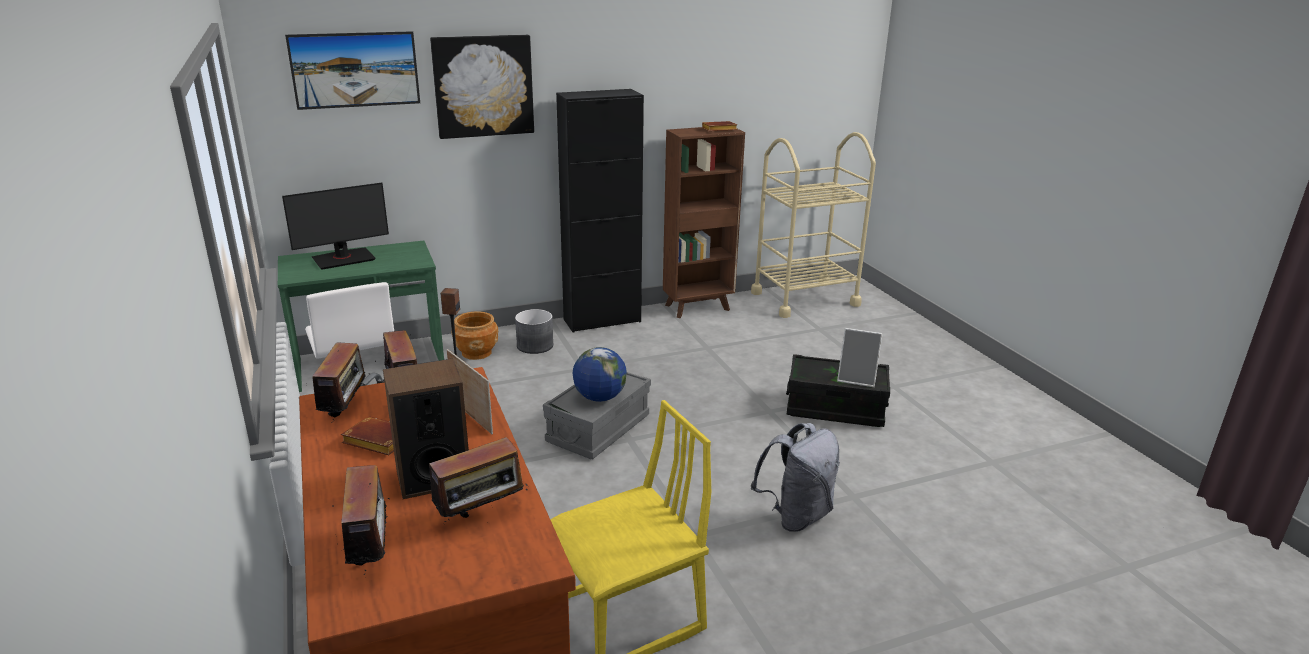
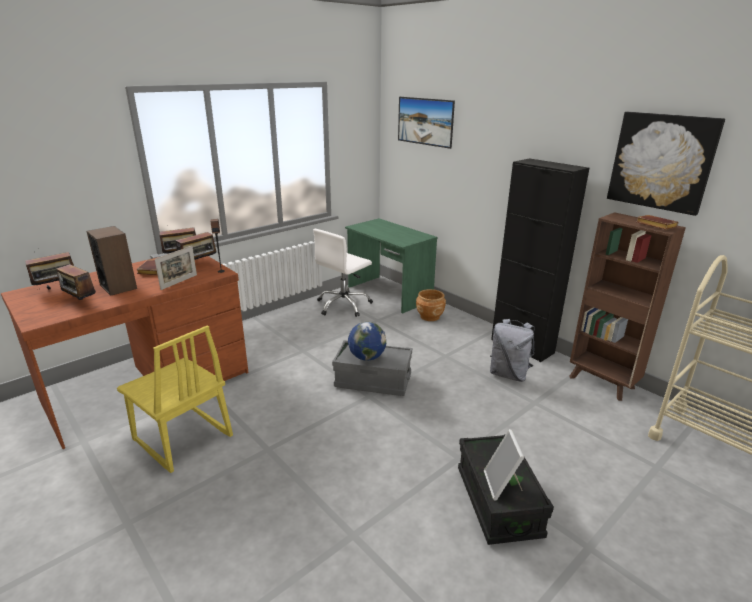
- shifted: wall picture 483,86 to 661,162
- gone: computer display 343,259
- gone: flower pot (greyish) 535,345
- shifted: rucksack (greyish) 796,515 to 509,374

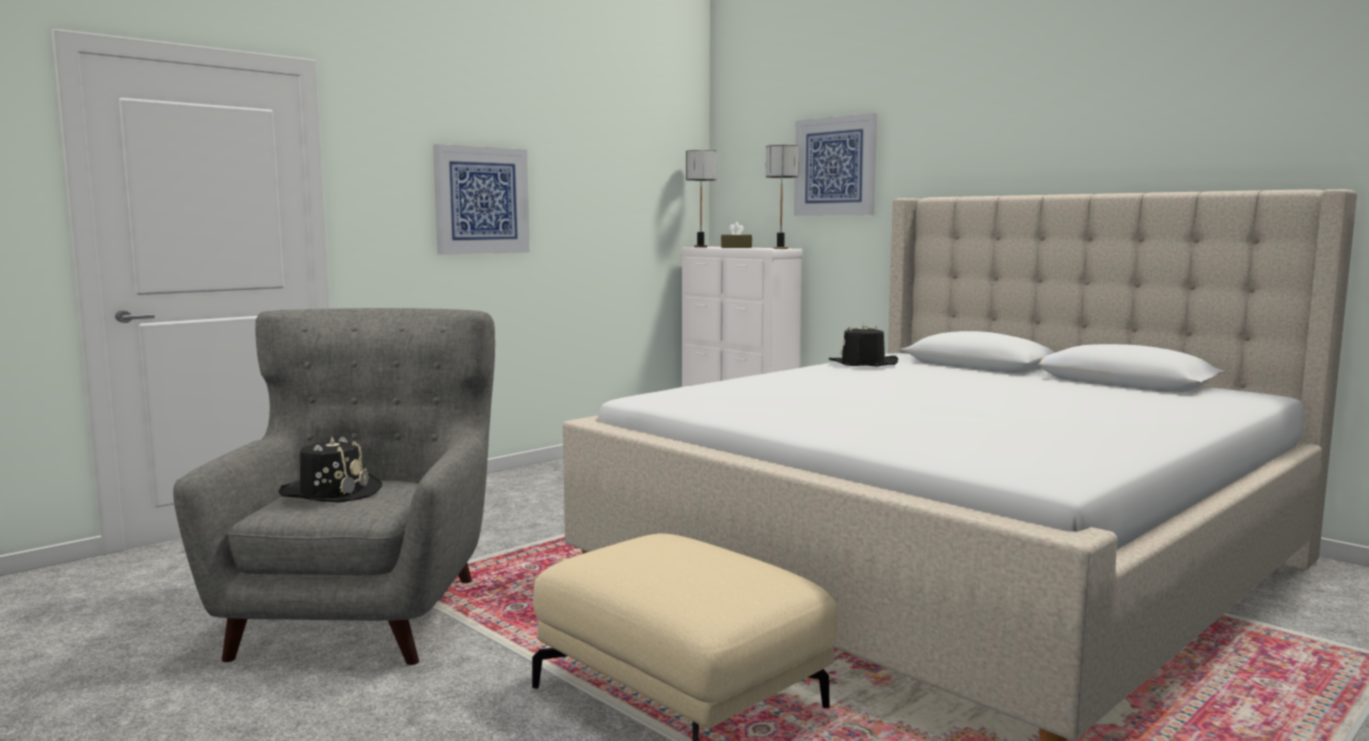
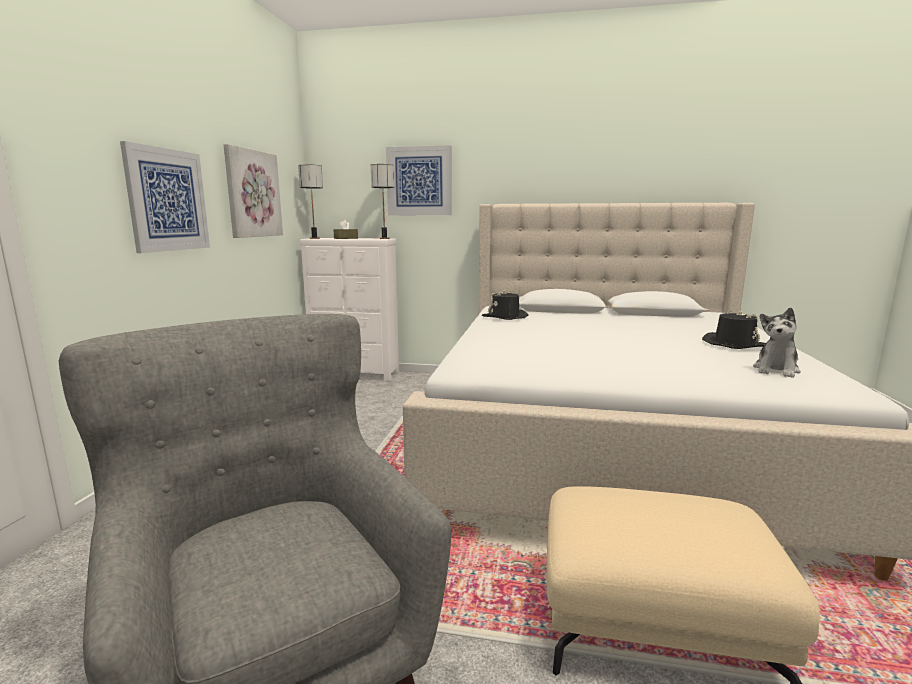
- shifted: clothing hat (black-coloured) 331,492 to 733,344
- new: wall picture 252,194
- new: soft toy 776,370

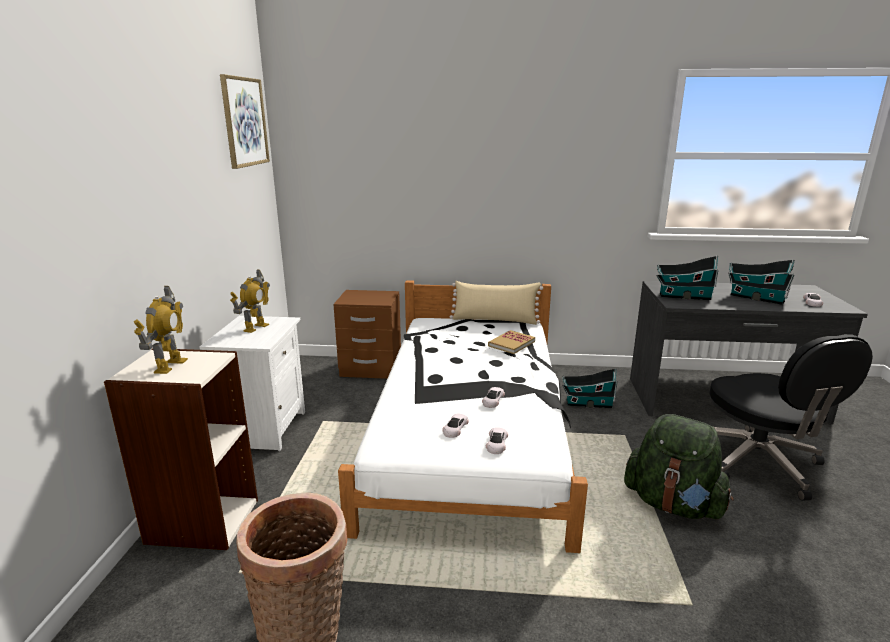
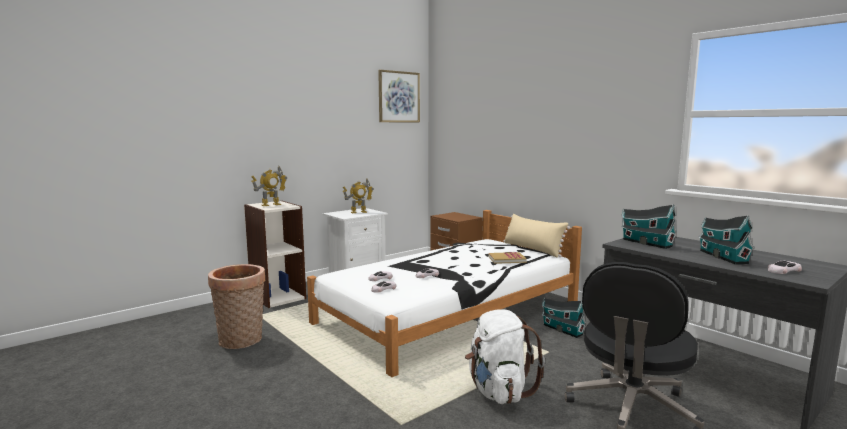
- repainted: rucksack (green) 672,504 to rucksack (whitish) 498,391

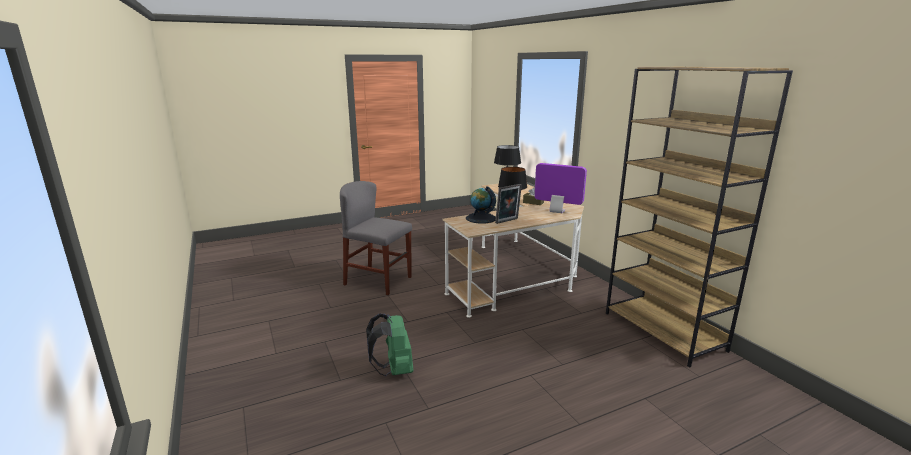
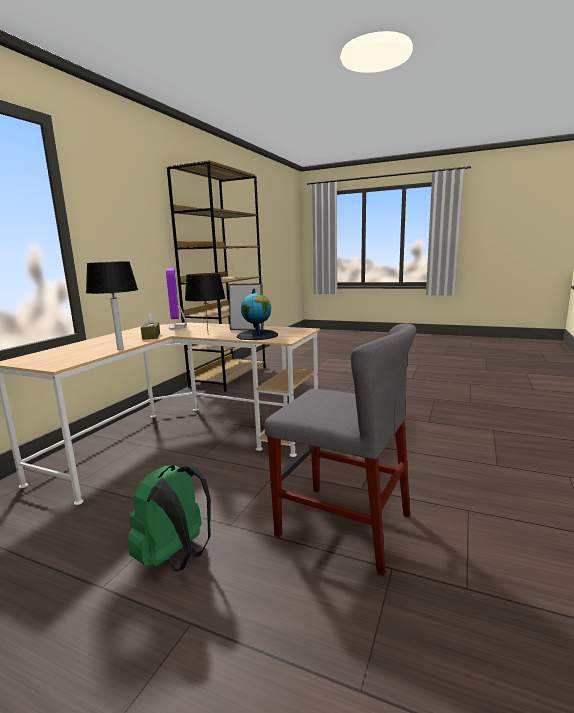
- rotated: plain chair (greyish) 378,281 = 343,525 45 degrees counterclockwise
- shifted: rucksack (green) 394,370 to 176,557

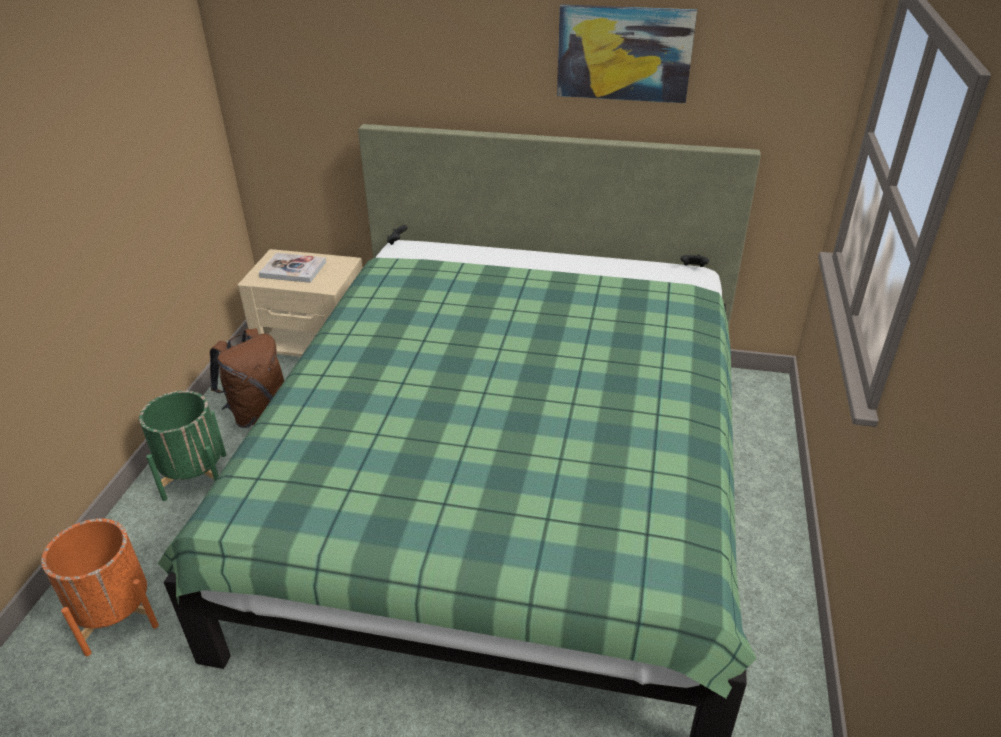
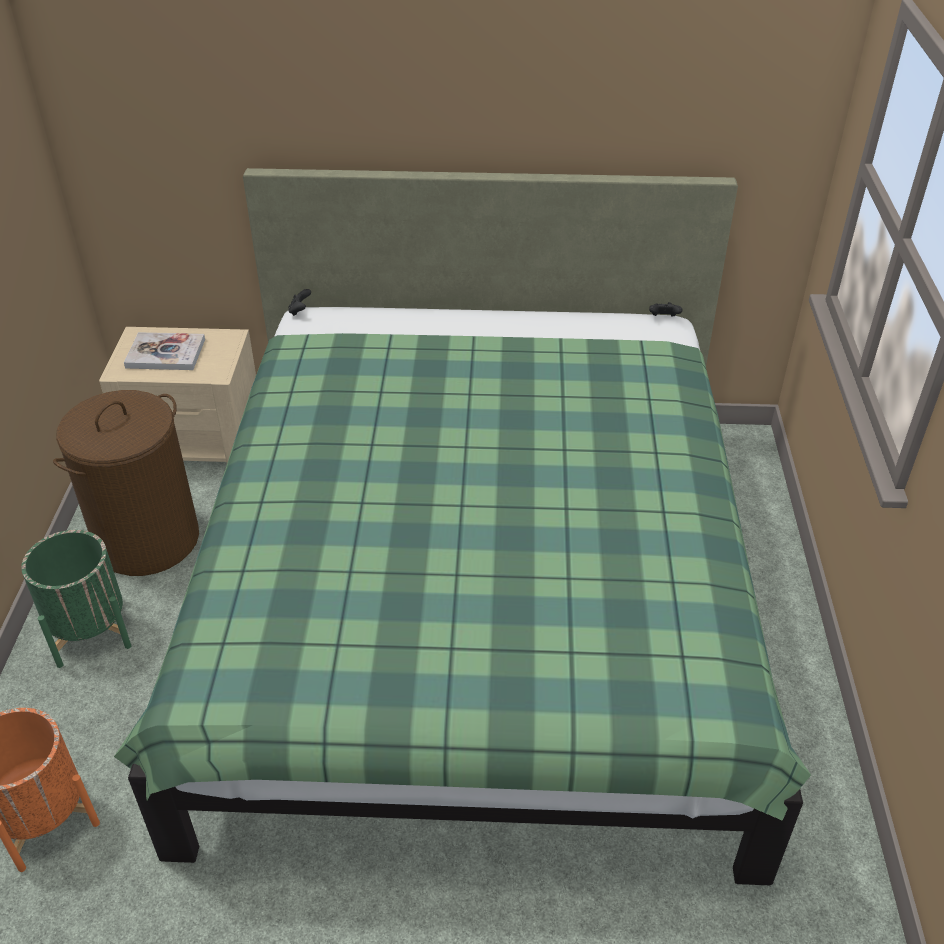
- gone: wall picture 624,53
- swapped: rucksack (brown) 258,412 to hamper (brown) 147,539

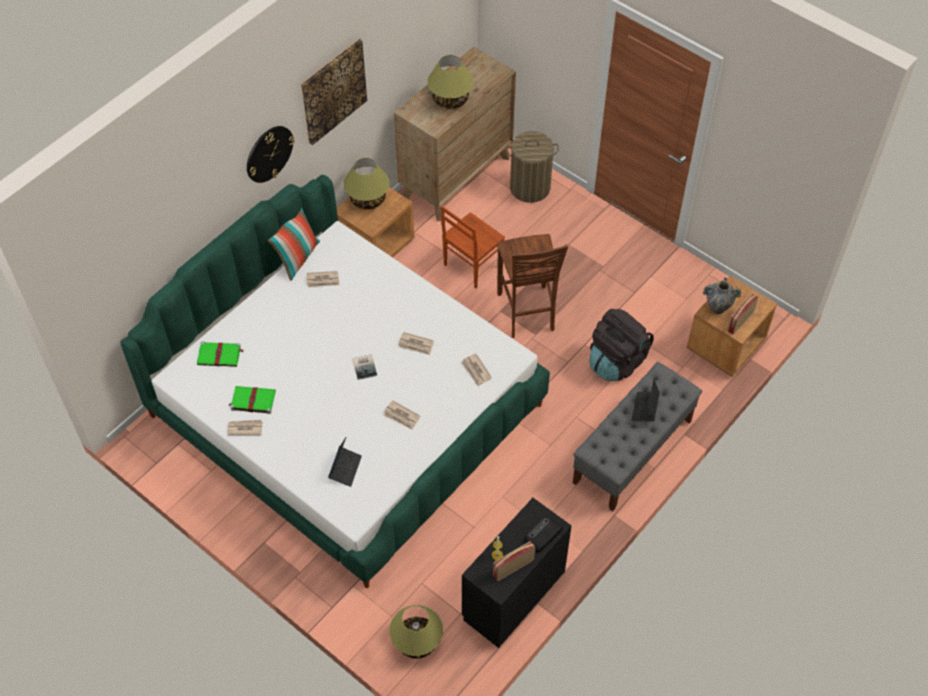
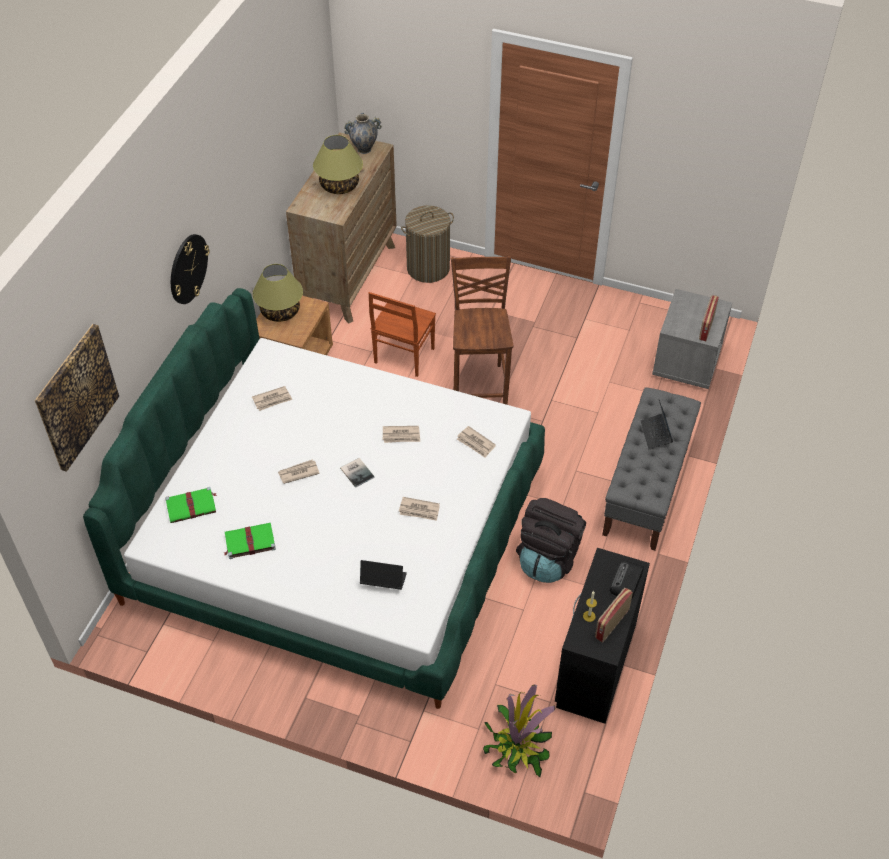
- shifted: wall picture 333,91 to 76,397
- gone: cushion 297,257
- rotated: plain chair (brown) 526,313 = 479,386 150 degrees counterclockwise
- repainted: night table (brown) 725,345 to night table (greyish) 687,362
- shifted: decorative vase 717,308 to 364,149
- shifted: rucksack (black-coloured) 616,361 to 548,558
- shifted: daily paper 245,428 to 298,472
- rotated: laptop 345,468 = 383,581 75 degrees counterclockwise
- swapped: table lamp 416,641 to houseplant 517,746

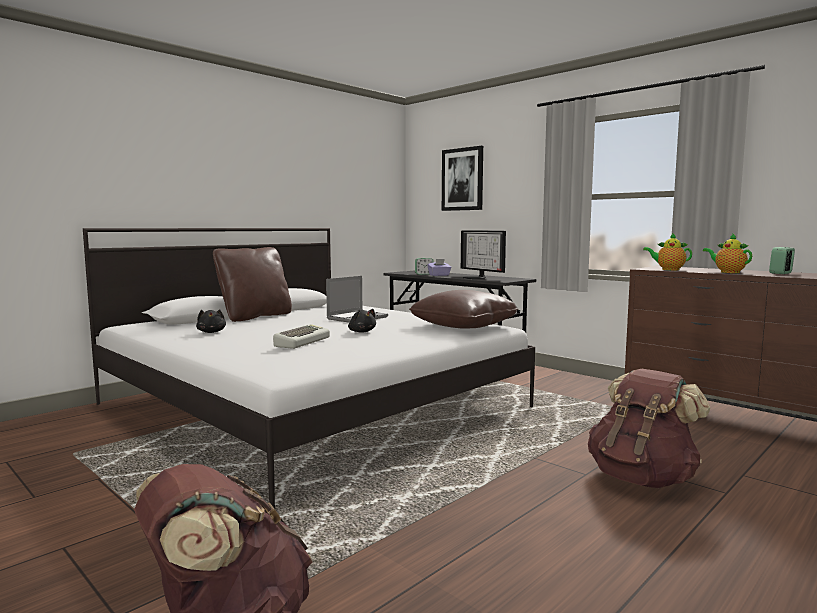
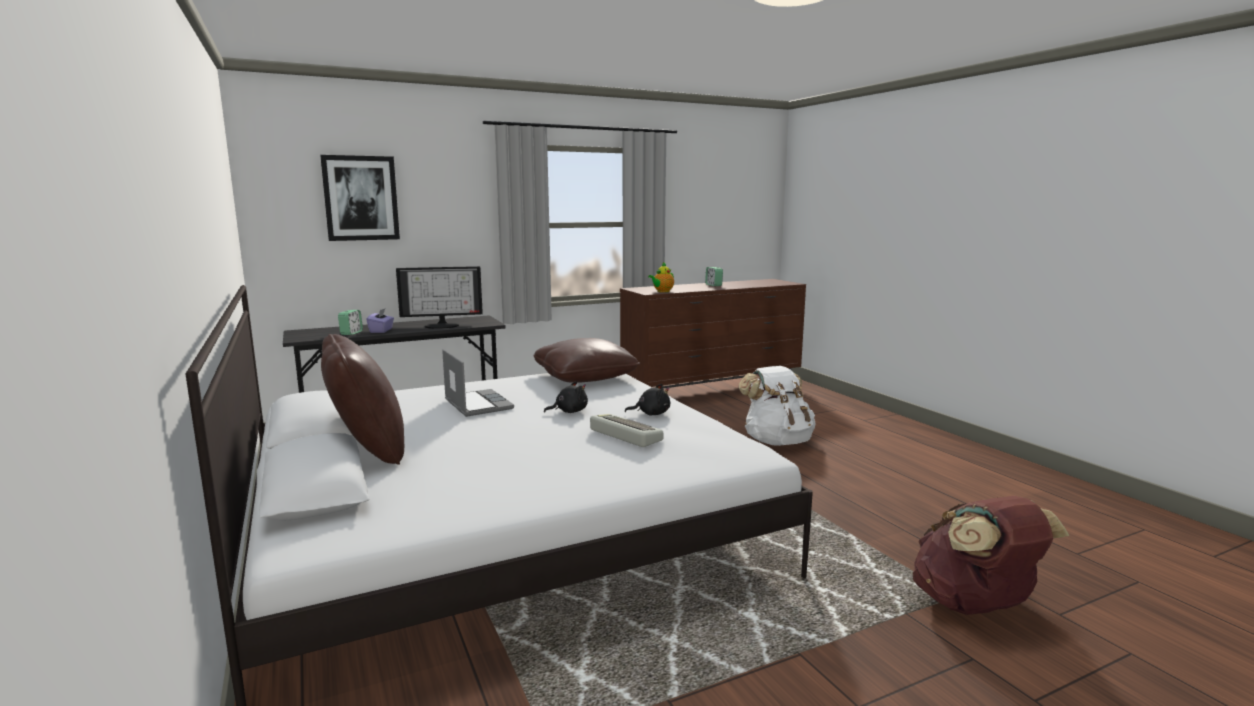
- gone: pot for tea 727,272
- shifted: soft toy (black-coloured) 211,332 to 651,414
- repainted: rucksack (brown) 642,478 to rucksack (whitish) 777,441

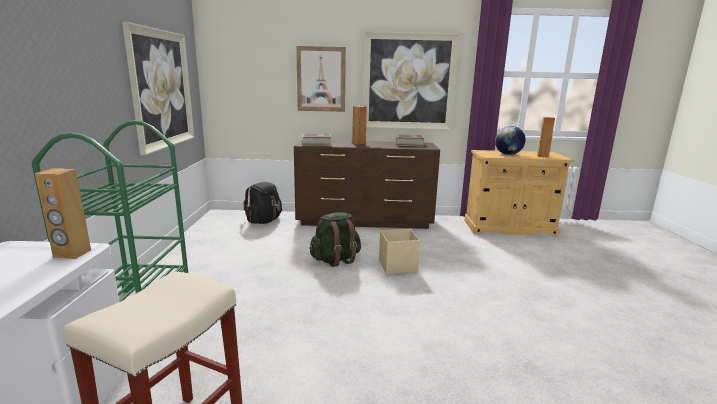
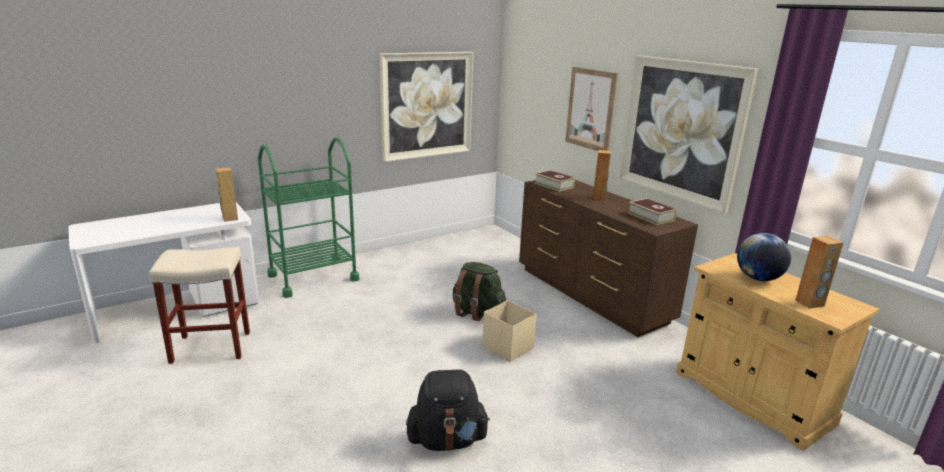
- shifted: rucksack (black-coloured) 264,221 to 447,440

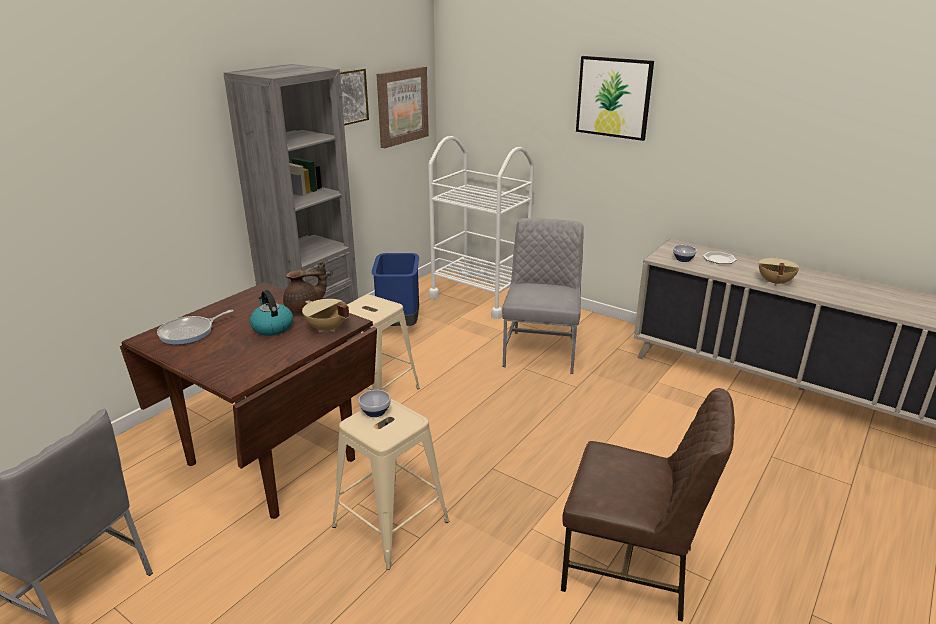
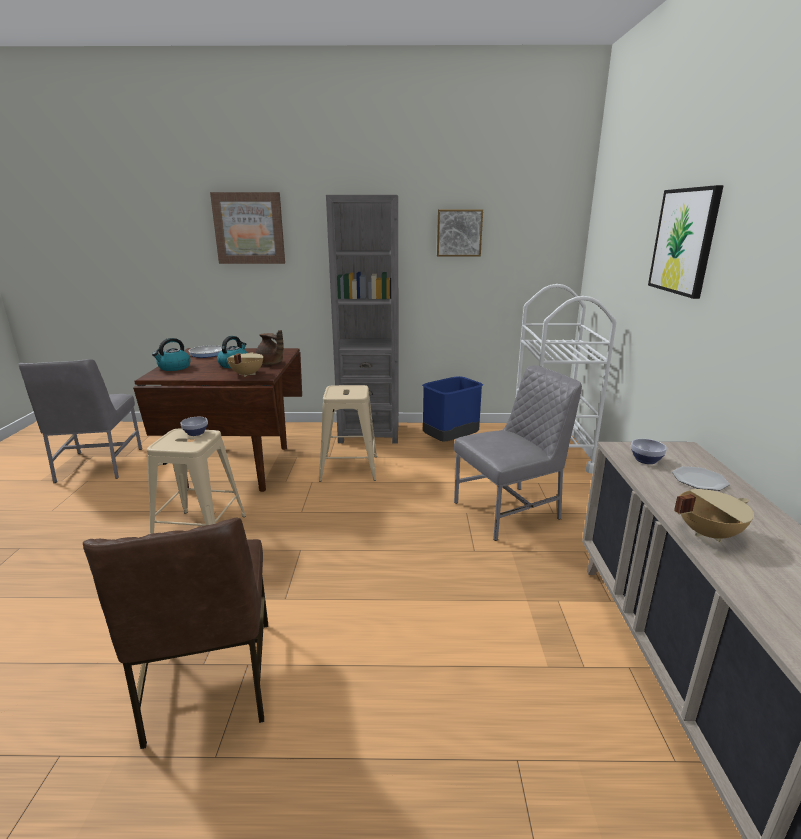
- shifted: wall picture 402,106 to 249,228
- new: water kettle 174,368

